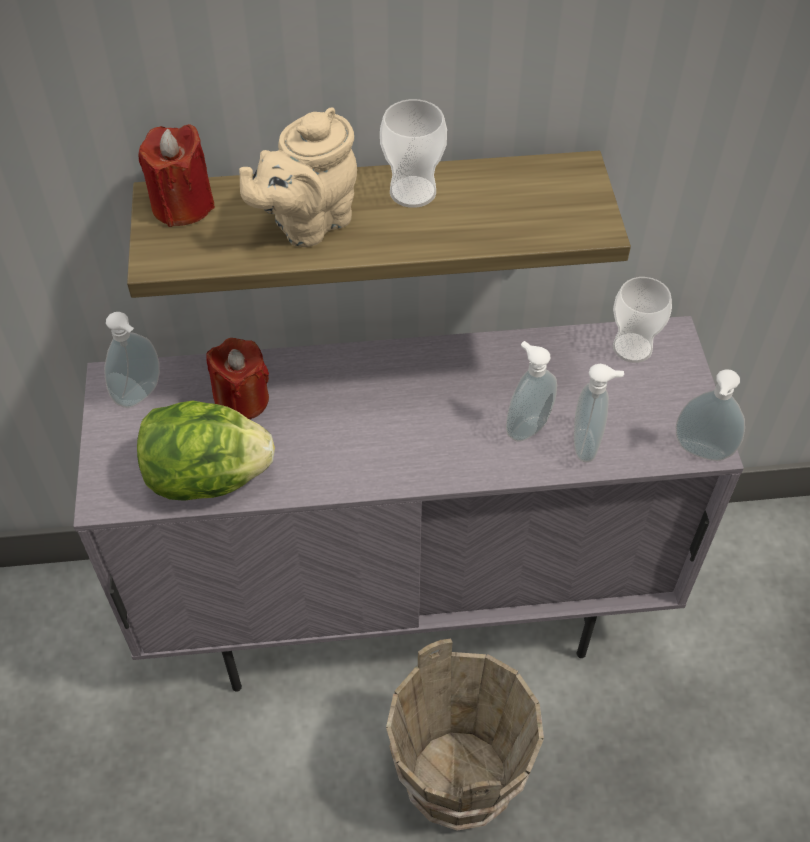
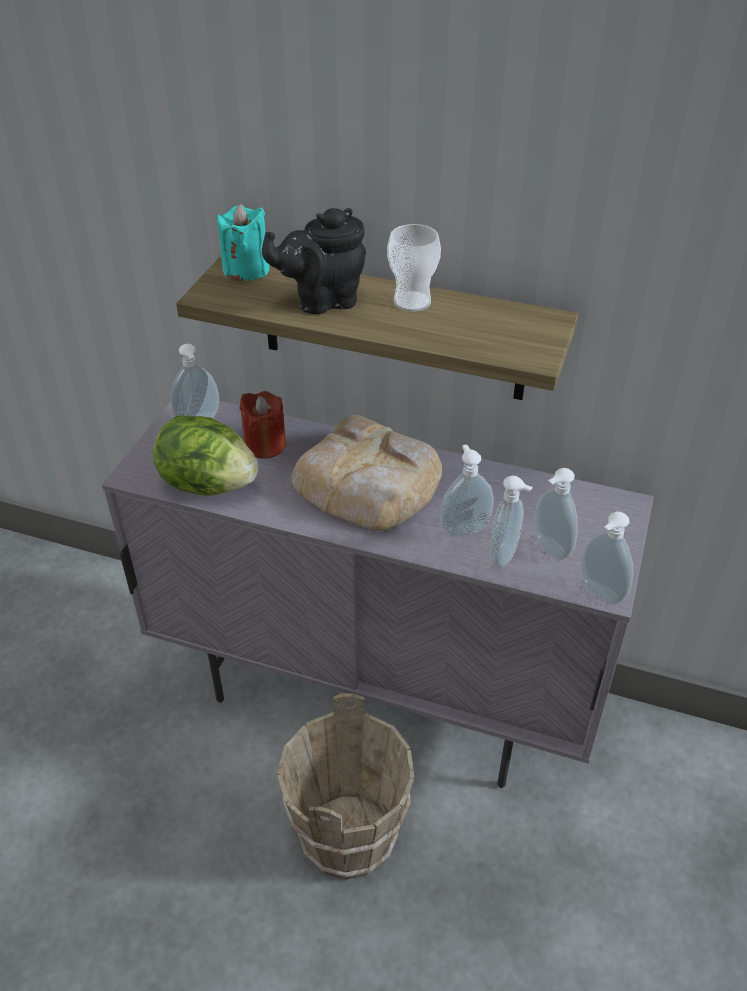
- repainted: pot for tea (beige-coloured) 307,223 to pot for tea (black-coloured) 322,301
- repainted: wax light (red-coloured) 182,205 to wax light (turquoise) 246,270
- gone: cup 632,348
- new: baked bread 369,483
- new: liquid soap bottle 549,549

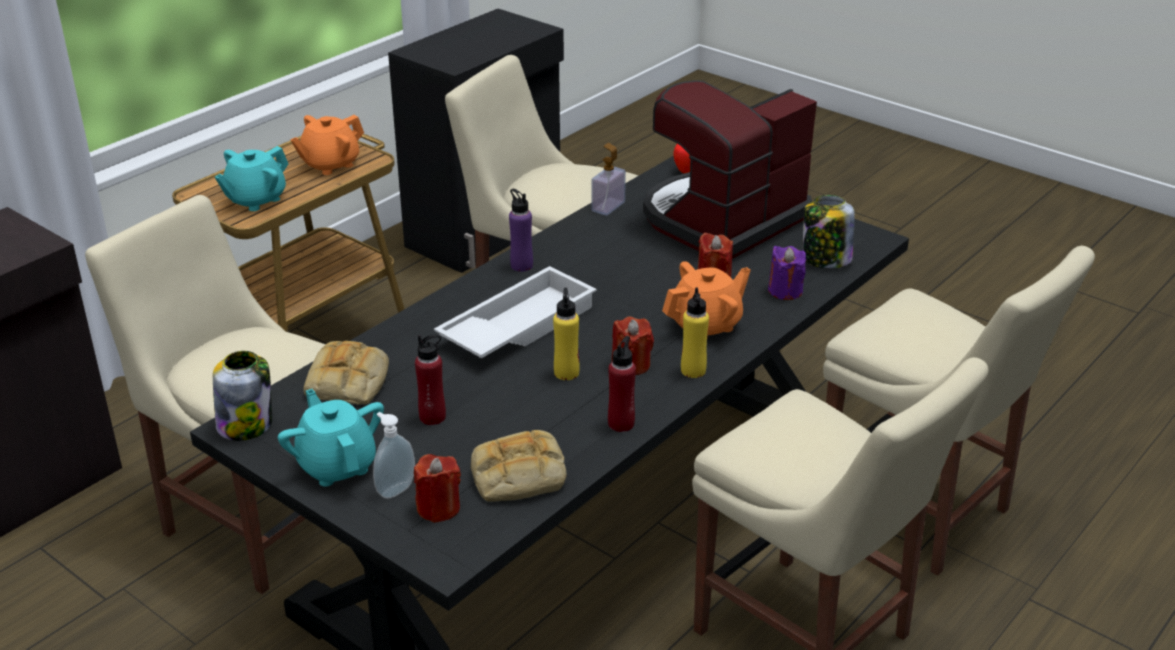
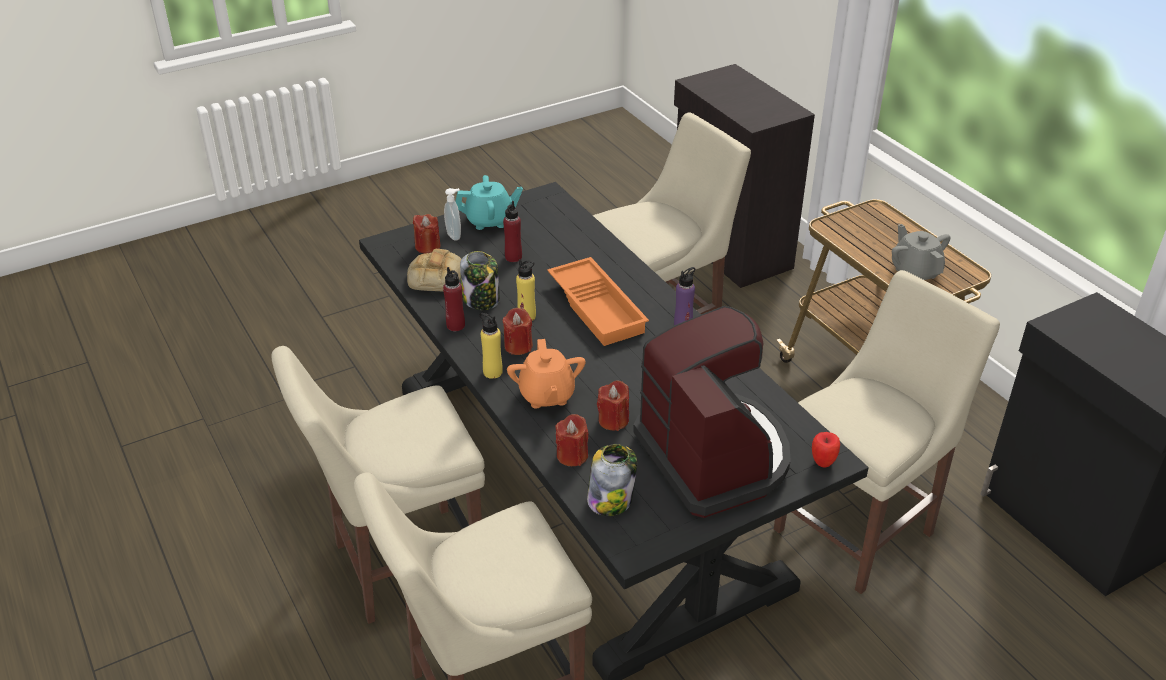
- repainted: pot for tea (orange-coloured) 330,164 to pot for tea (greyish) 915,272
- gone: liquid soap bottle 608,207
- gone: pot for tea (turquoise) 255,200
- repainted: wax light (purple) 785,291 to wax light (red-coloured) 572,455
- repainted: tray (whitish) 517,325 to tray (orange-coloured) 598,307
- gone: baked bread 349,382
- shifted: preserve jar 246,424 to 481,300

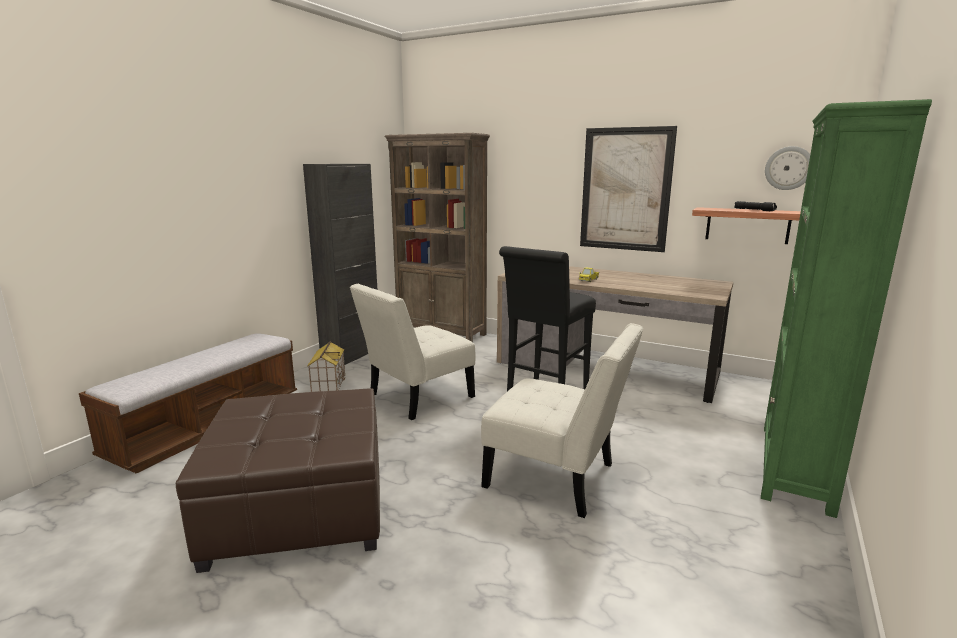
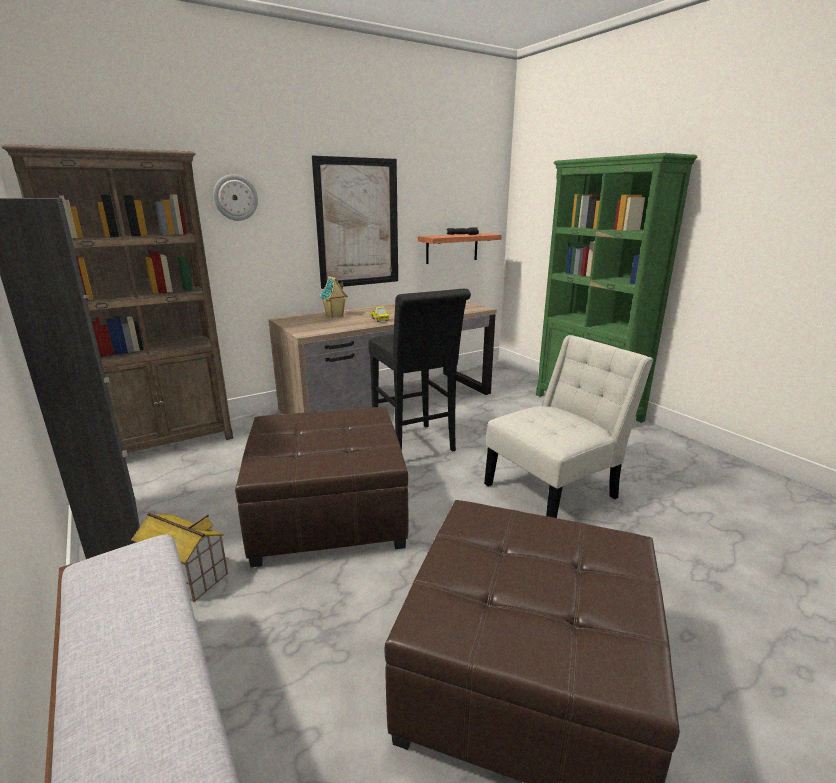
- shifted: hanging clock 788,168 to 235,197
- swapped: plain chair (whitish) 416,398 to ottoman (brown) 327,513
- new: model house 334,316

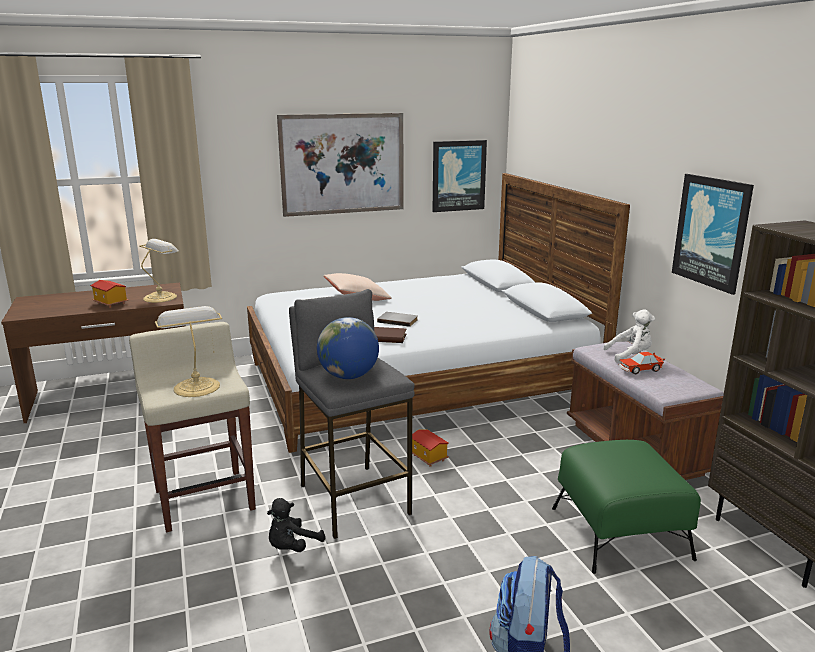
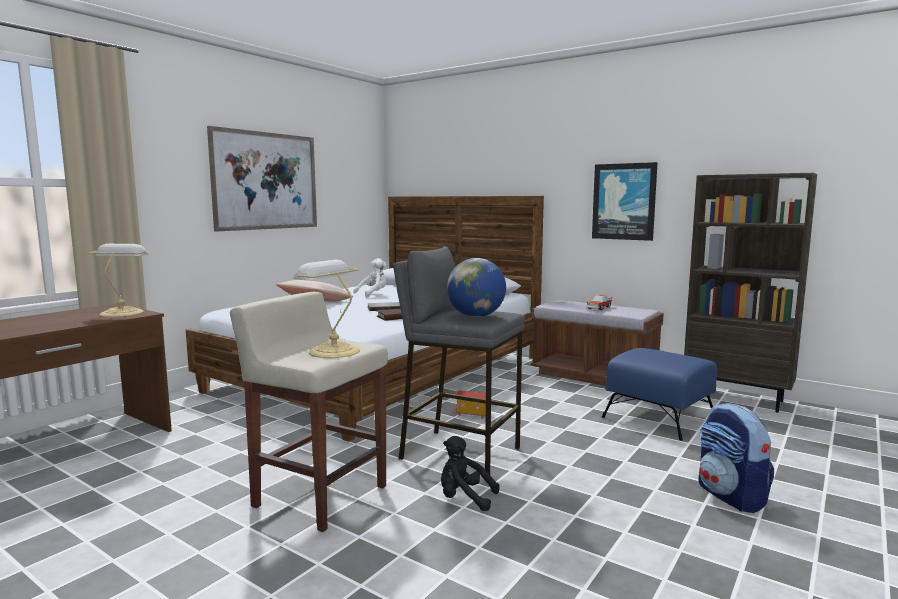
- gone: wall picture 458,176
- gone: model house 110,303
- shifted: soft toy (whitish) 630,355 to 373,294
- repainted: ottoman (green) 620,533 to ottoman (blue-coloured) 659,417
- rotated: soft toy (black-coloured) 292,547 = 464,498 105 degrees clockwise

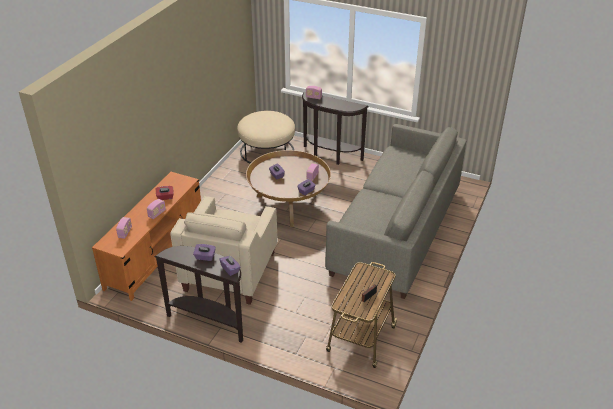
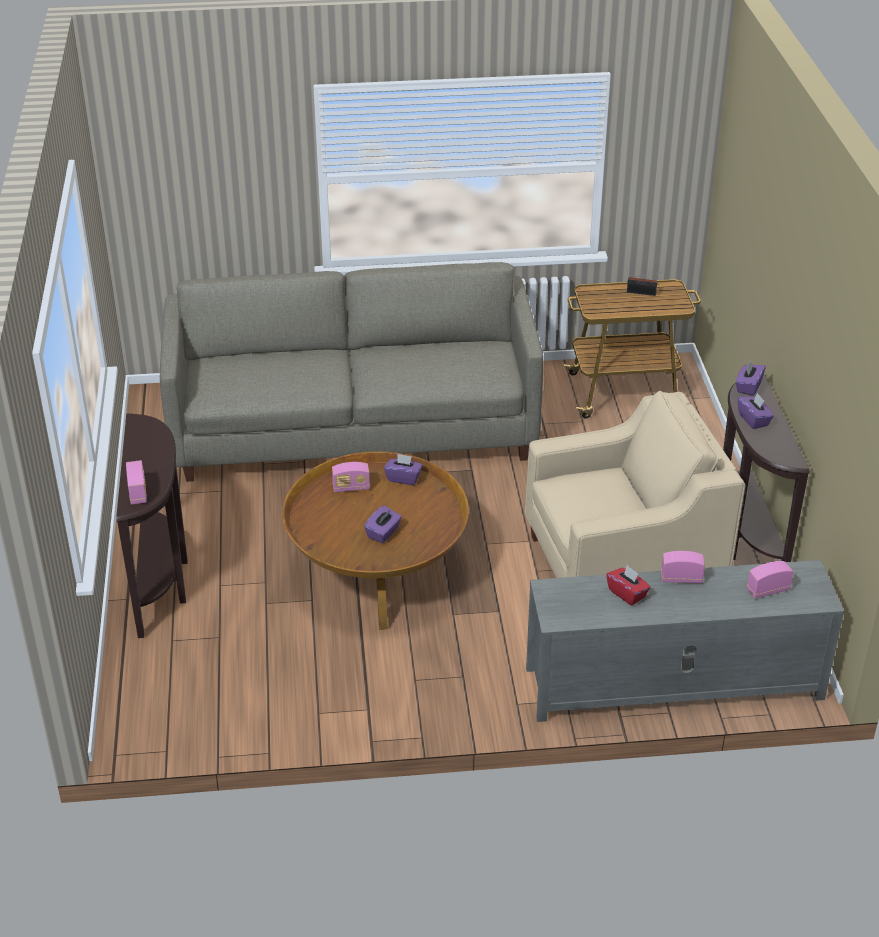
- gone: ottoman (beige-coloured) 267,151
- repainted: tv stand (orange-coloured) 156,253 to tv stand (greyish) 672,684

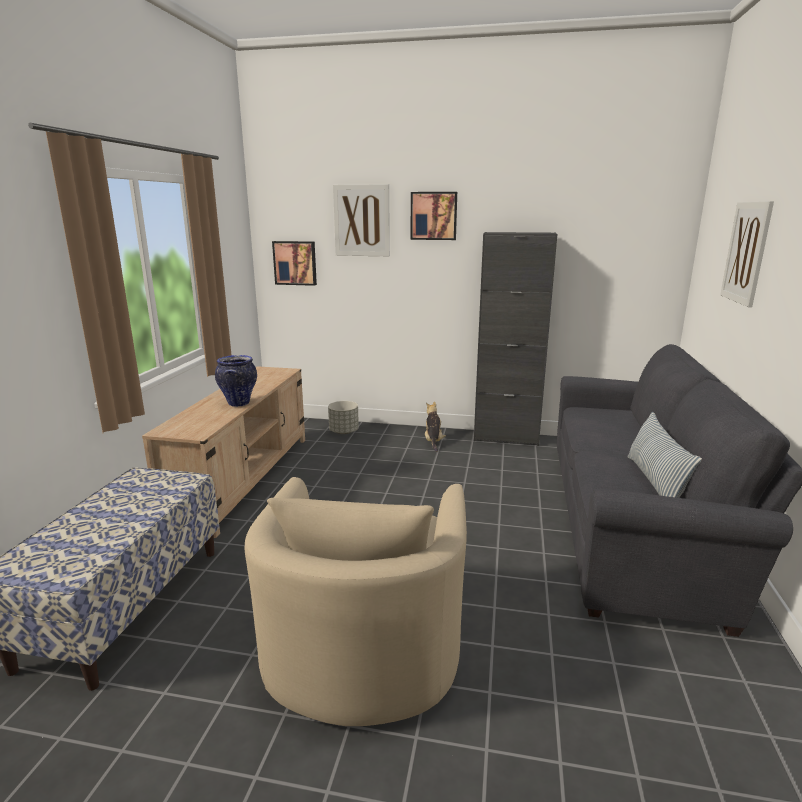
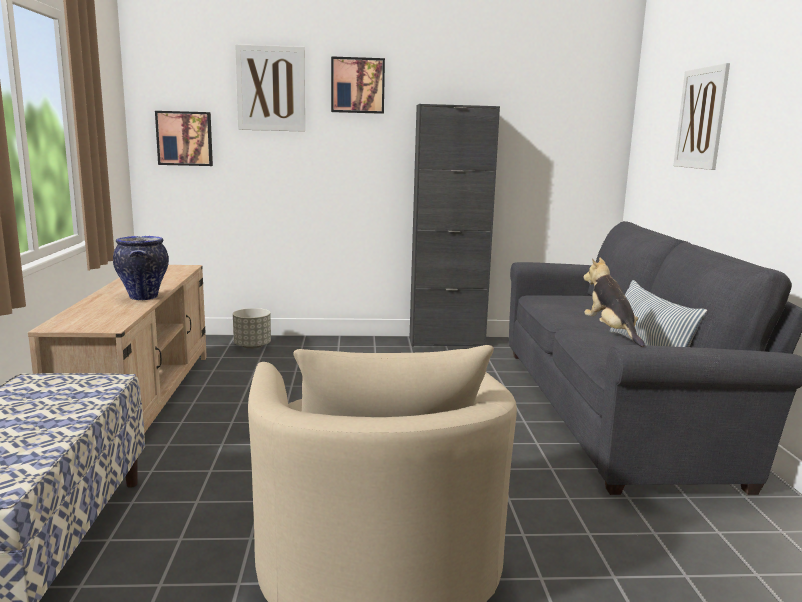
- shifted: soft toy 433,441 to 611,332

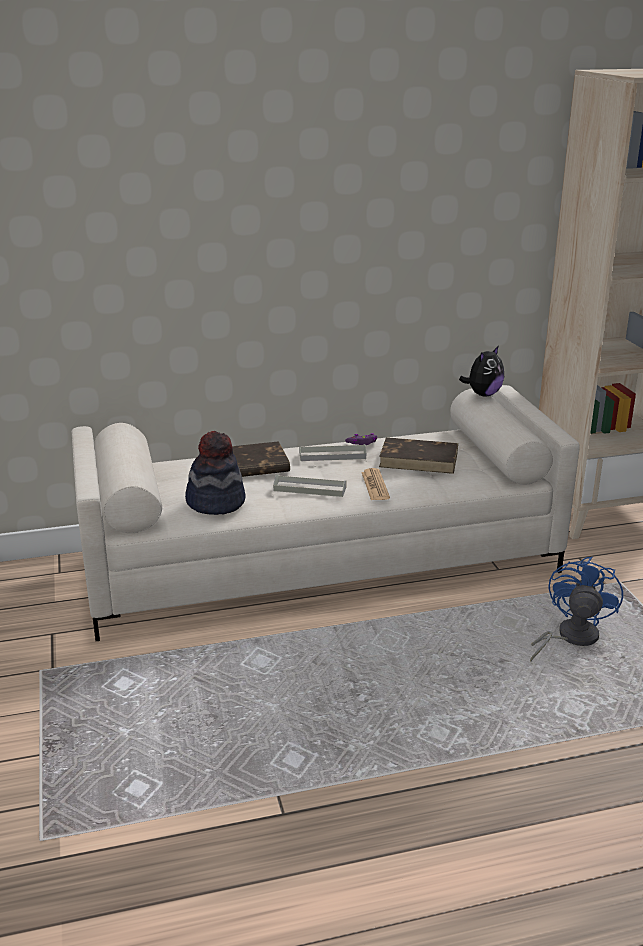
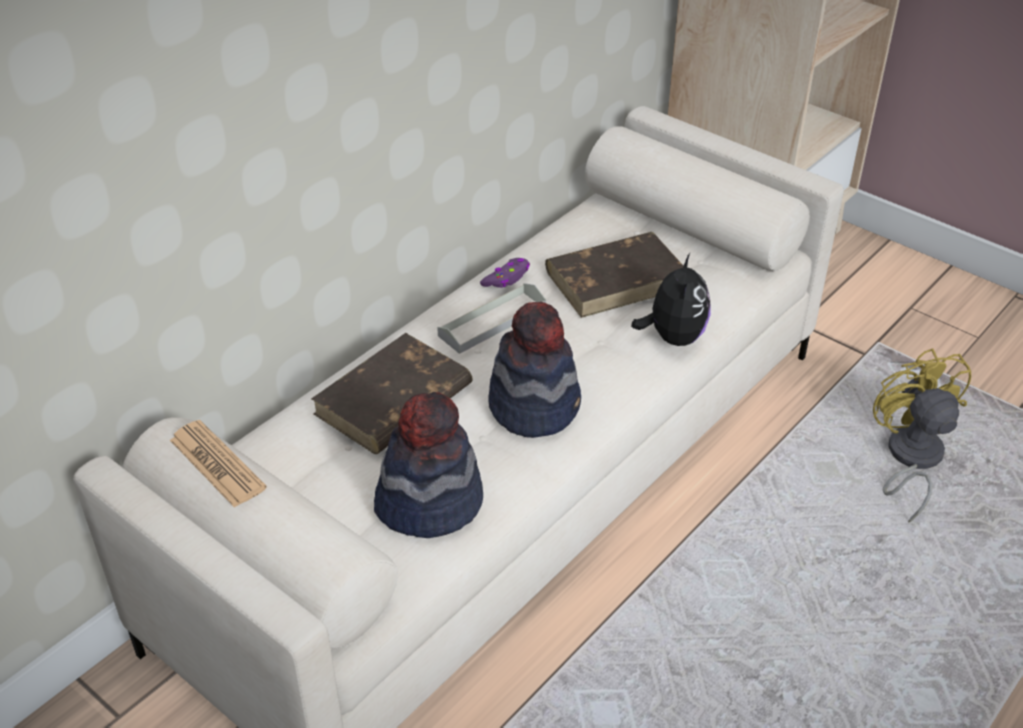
- shifted: soft toy 483,394 to 673,337
- shifted: daily paper 375,485 to 217,464
- swapped: tray (greyish) 310,489 to clothing hat 535,405
- repainted: electric fan (blue-coloured) 570,638 to electric fan (yellow) 909,459

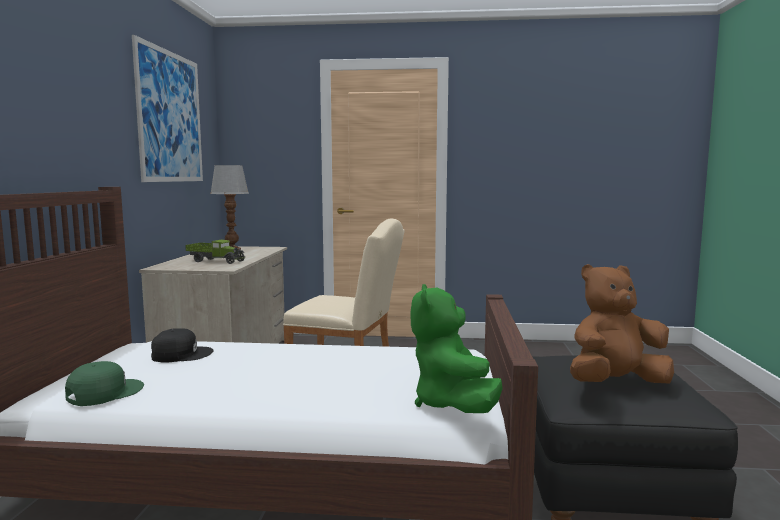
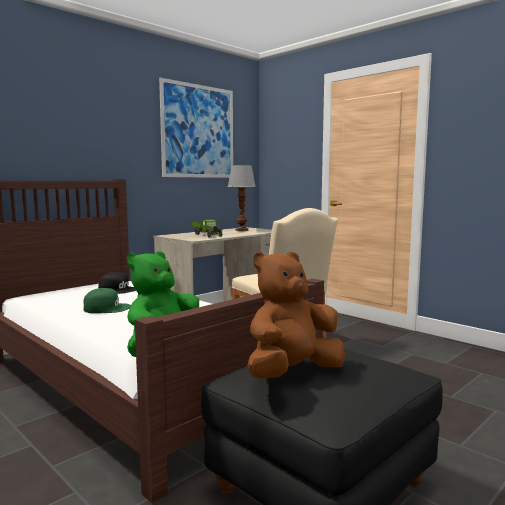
- rotated: soft toy (brown) 615,383 = 292,373 60 degrees counterclockwise
- shifted: baseball cap (green) 104,392 to 106,308

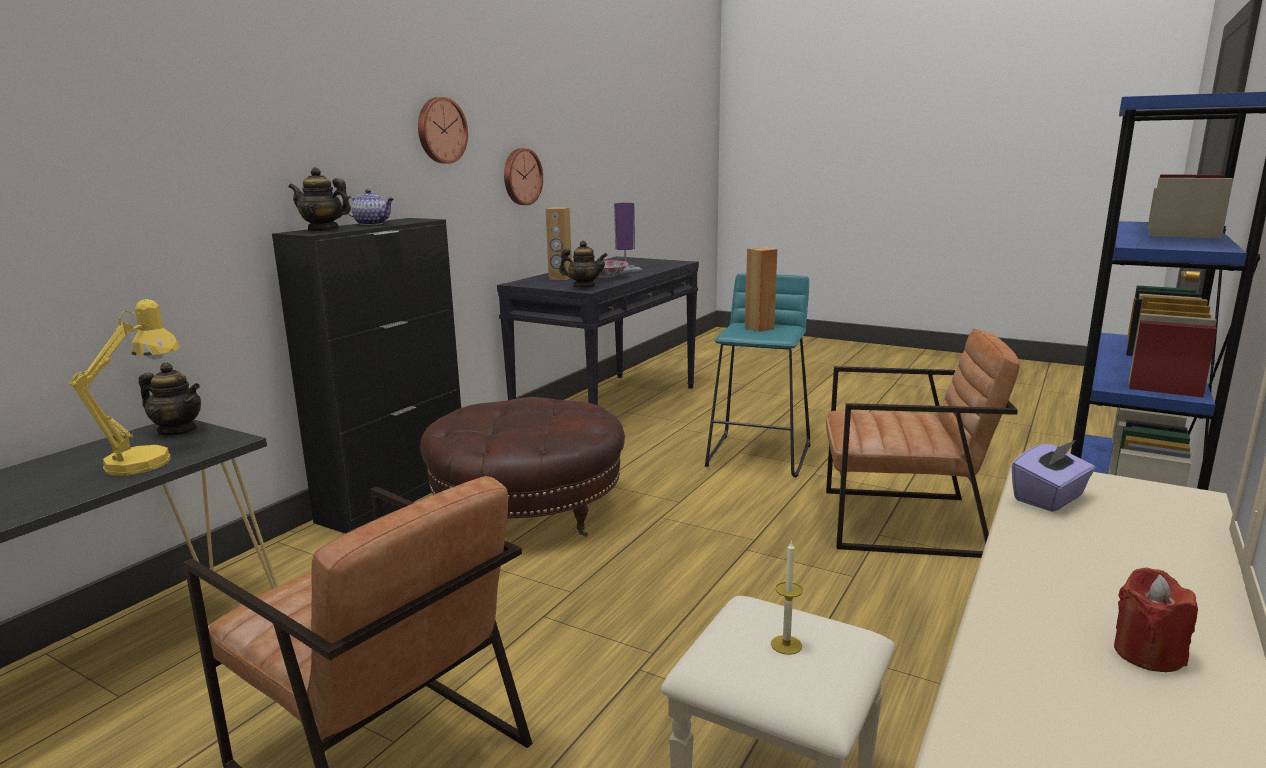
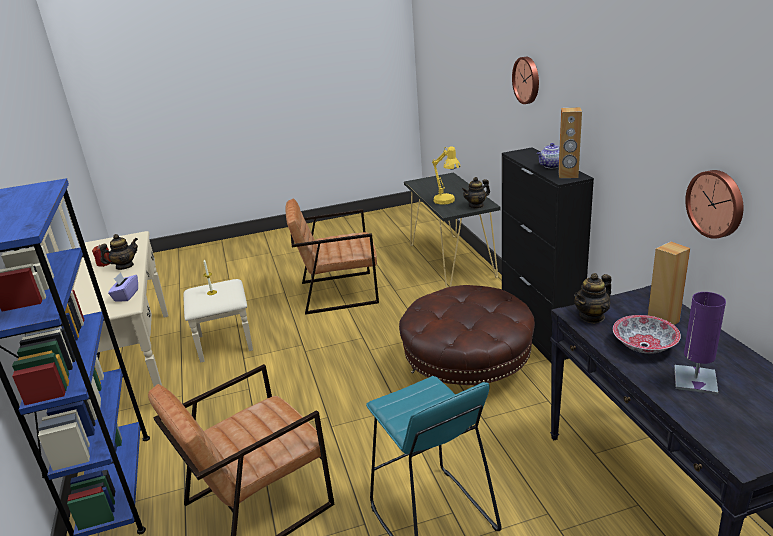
- shifted: hanging clock 440,130 to 527,80
- shifted: pot for tea 323,230 to 124,266
- shifted: audio speaker (brown) 759,328 to 568,175

